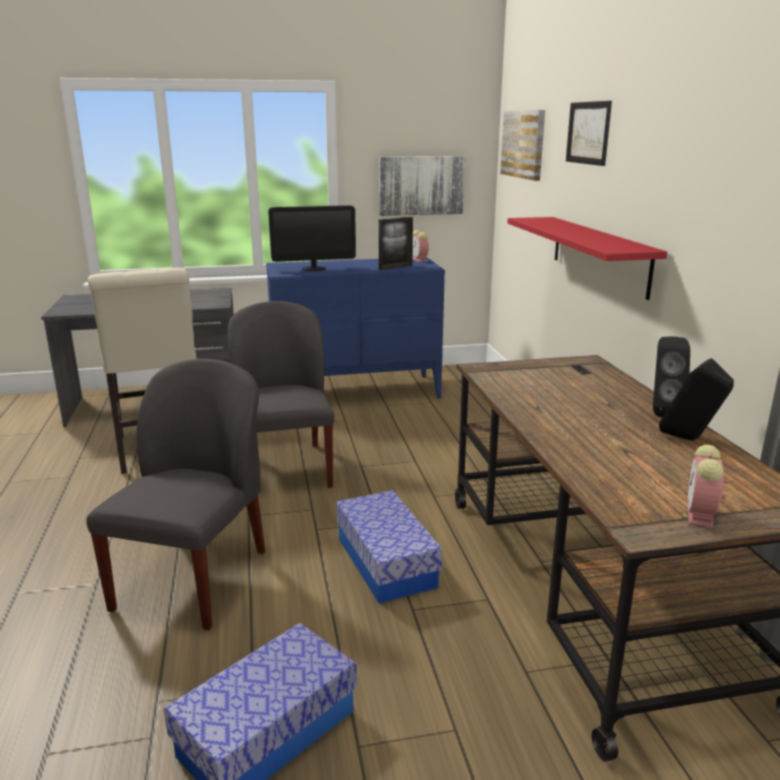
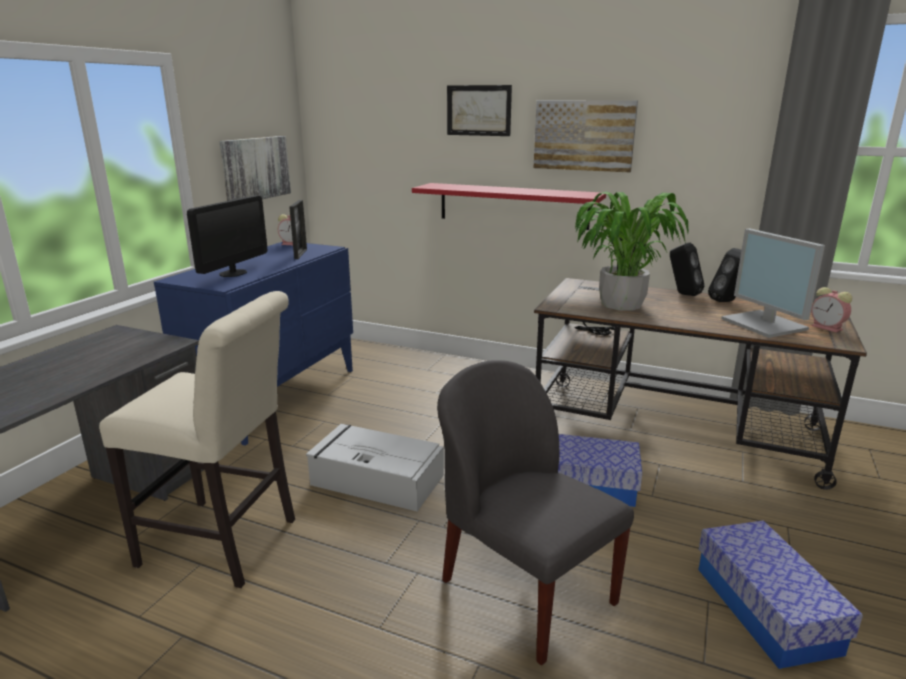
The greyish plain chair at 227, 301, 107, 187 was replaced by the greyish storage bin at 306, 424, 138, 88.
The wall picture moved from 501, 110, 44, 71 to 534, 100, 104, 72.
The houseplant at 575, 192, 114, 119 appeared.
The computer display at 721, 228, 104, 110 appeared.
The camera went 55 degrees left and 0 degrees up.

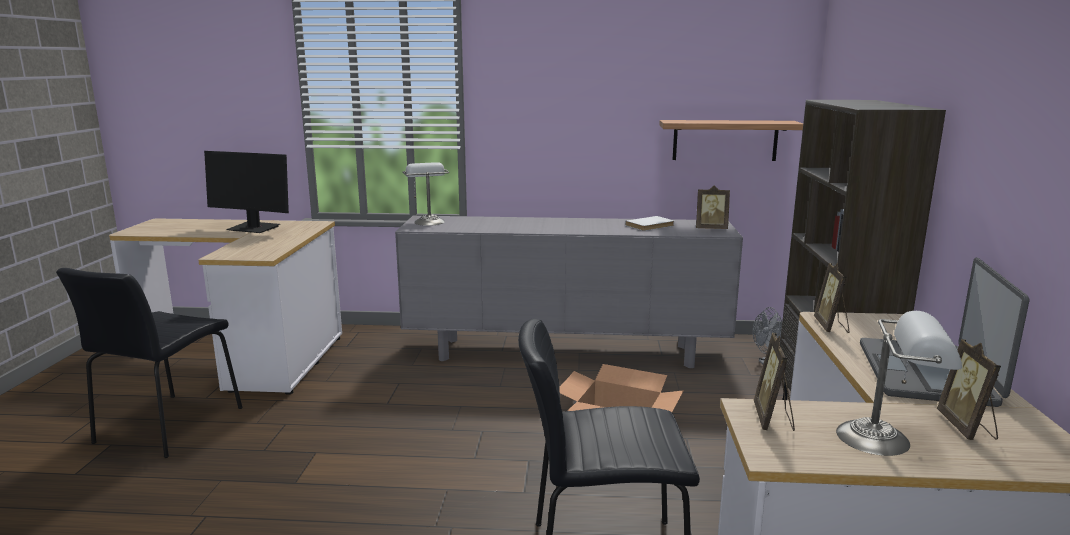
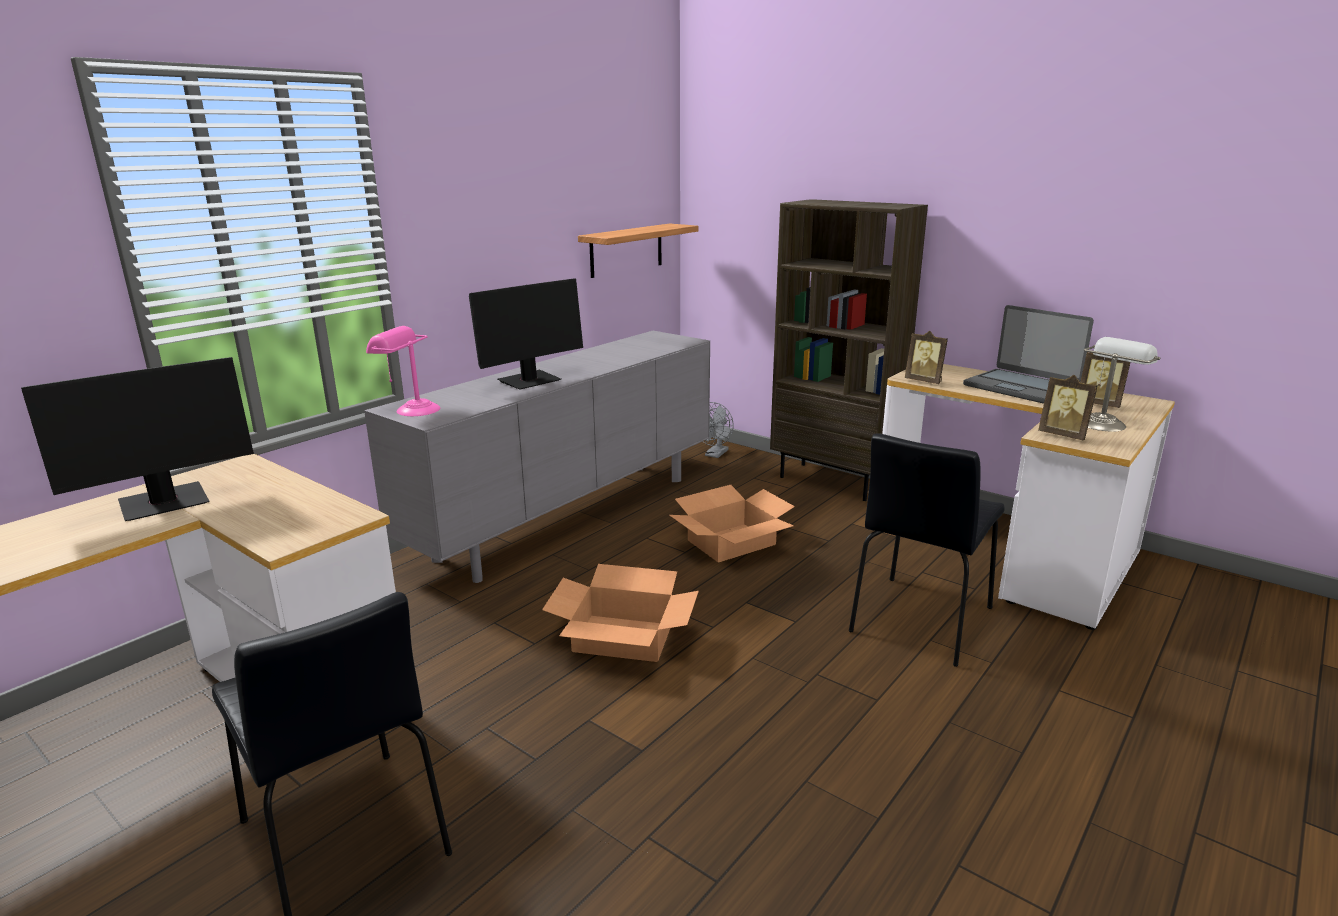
The white table lamp at 402, 162, 47, 64 became the pink table lamp at 366, 326, 74, 90.
The computer display at 469, 278, 114, 111 appeared.
The carton at 542, 564, 157, 98 appeared.
The white bound book at 625, 216, 49, 15 disappeared.
The standing frame at 696, 185, 34, 44 disappeared.
The camera went 55 degrees left and 5 degrees up.

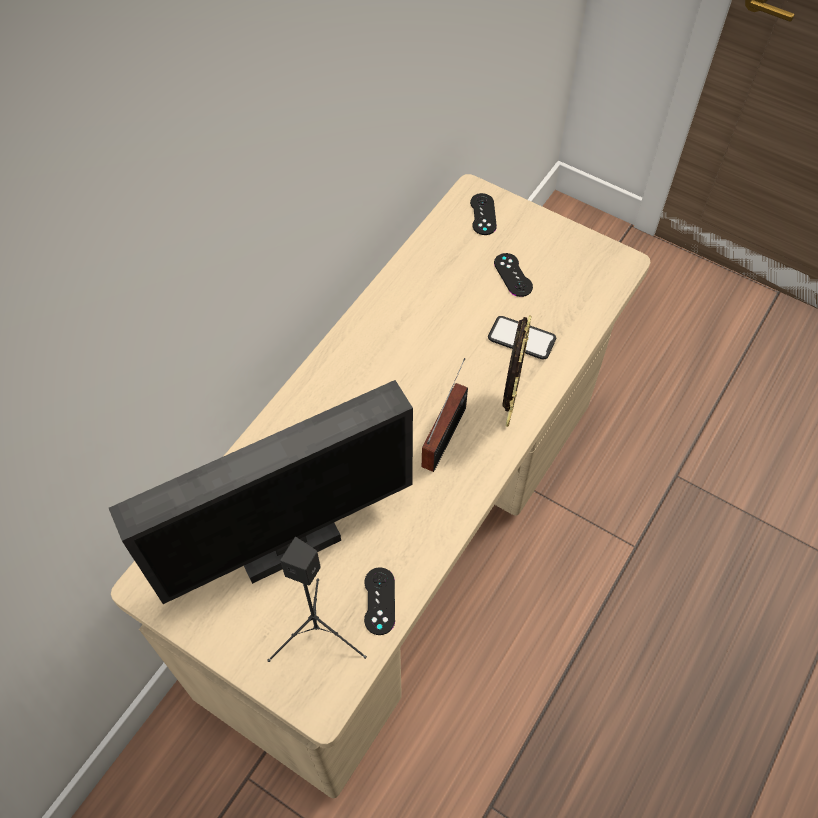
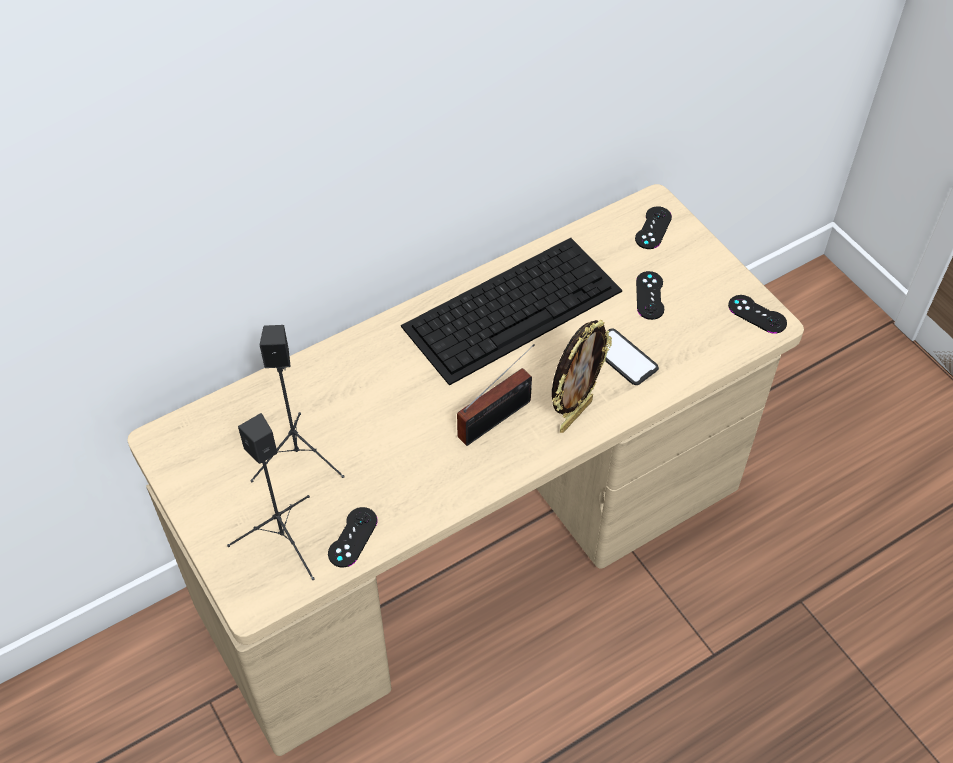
The computer display at 109, 380, 304, 224 was replaced by the blackish speaker at 250, 325, 95, 157.
The PC keyboard at 401, 238, 221, 148 appeared.
The blackish game controller at 728, 295, 59, 39 appeared.
The camera went 25 degrees right and 5 degrees down.

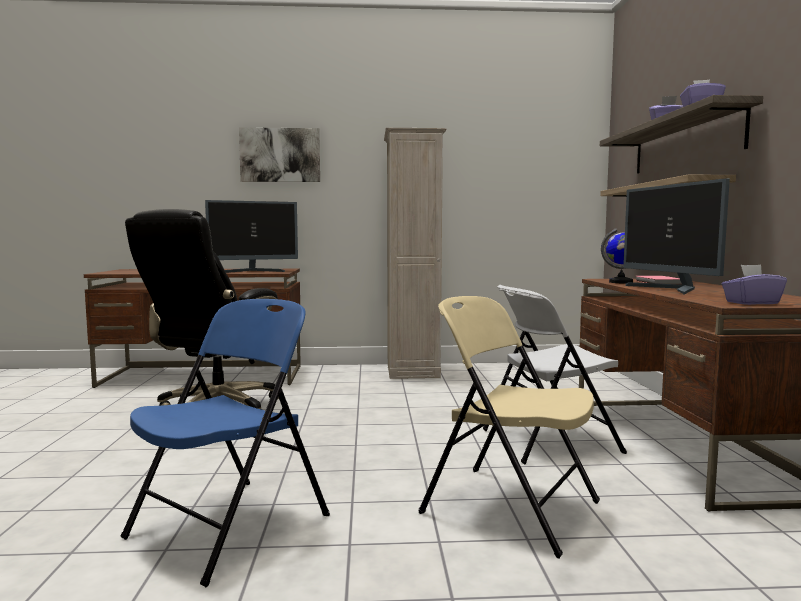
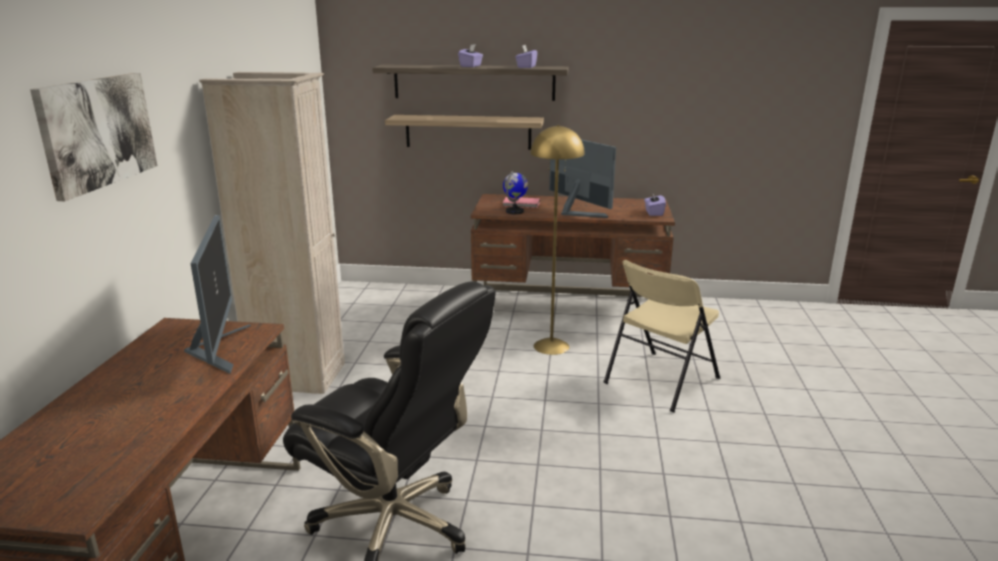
The white plain chair at 483, 285, 144, 180 was replaced by the yellow-coloured standard lamp at 530, 125, 55, 230.
The computer display at 623, 178, 107, 116 turned 120 degrees counterclockwise.
The blue-coloured plain chair at 121, 299, 209, 288 disappeared.
The camera went 80 degrees left and 15 degrees up.

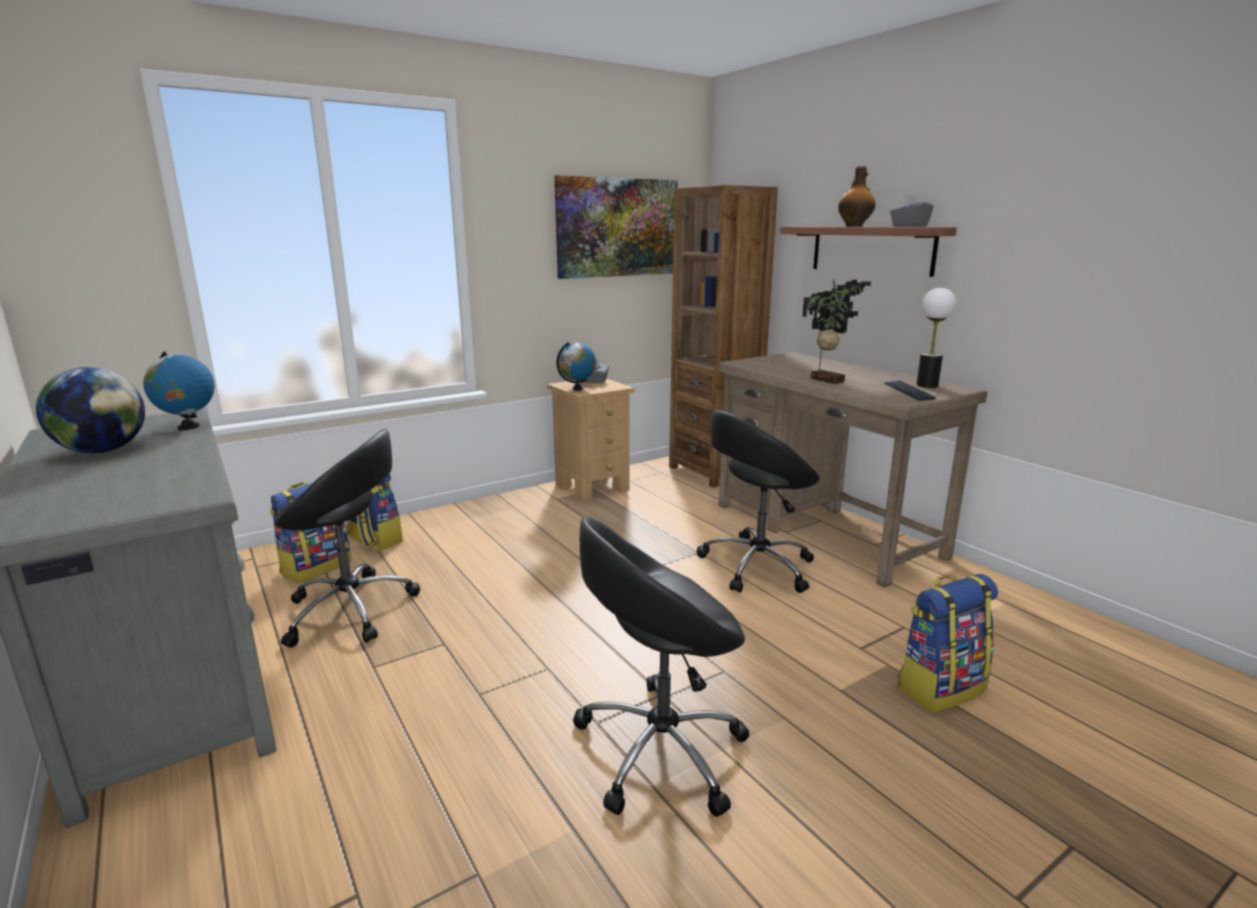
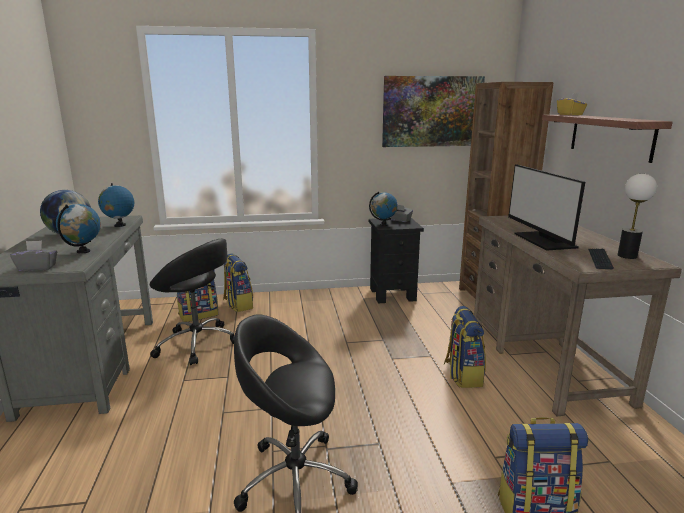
The greyish tissue box moved from 890, 195, 43, 32 to 10, 240, 47, 31.
The globe at 56, 204, 45, 50 appeared.
The beige night table at 547, 378, 88, 124 became the blackish night table at 369, 218, 55, 85.
The blackish computer chair at 696, 410, 124, 183 was replaced by the rucksack at 444, 306, 42, 82.
The houseplant at 802, 279, 69, 105 was replaced by the computer display at 508, 165, 77, 85.
The yellow-coloured tissue box at 557, 93, 30, 22 appeared.
The drink bottle at 838, 166, 37, 61 disappeared.
The camera went 25 degrees right and 0 degrees up.

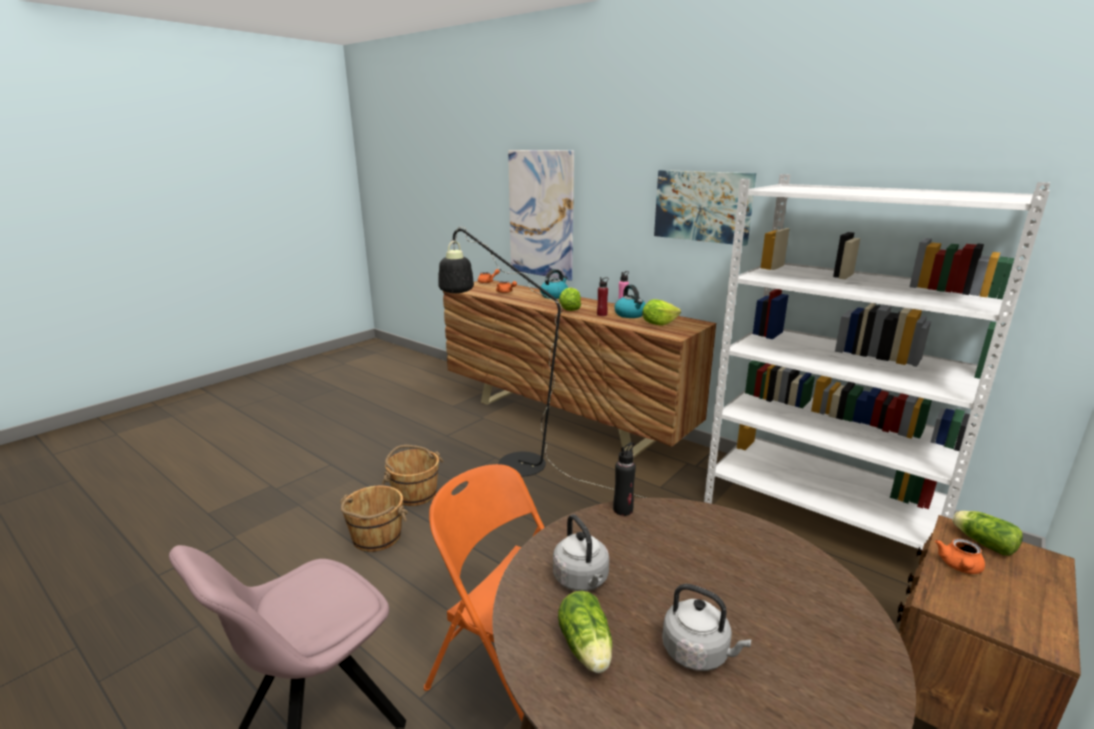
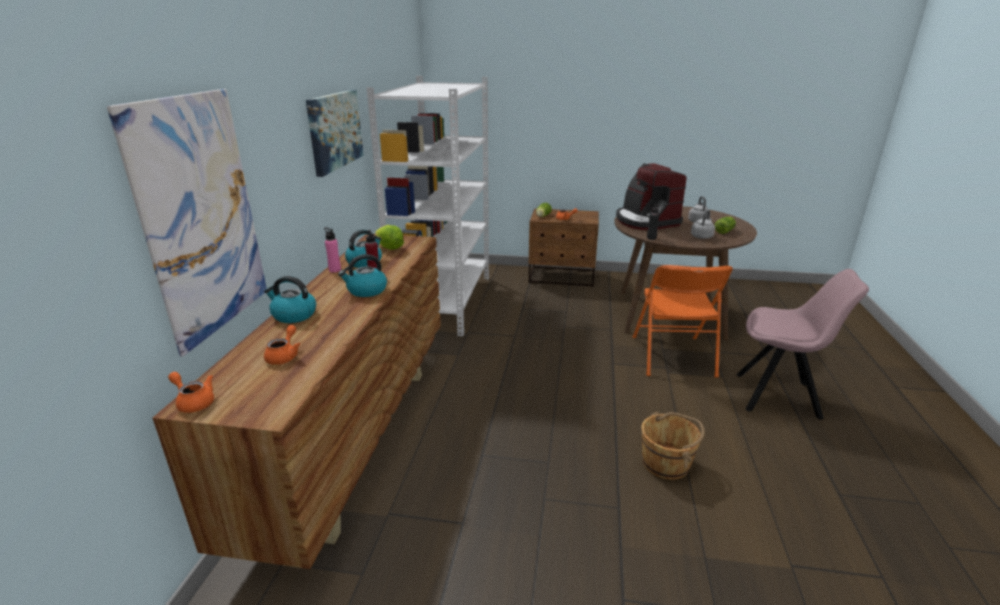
The head of lettuce at 559, 288, 22, 23 was replaced by the kettle at 338, 254, 49, 43.
The coffee maker at 616, 163, 71, 67 appeared.
The brown-coloured water bucket at 382, 445, 61, 61 disappeared.
The blackish standard lamp at 438, 227, 207, 271 disappeared.
The camera went 120 degrees left and 5 degrees up.

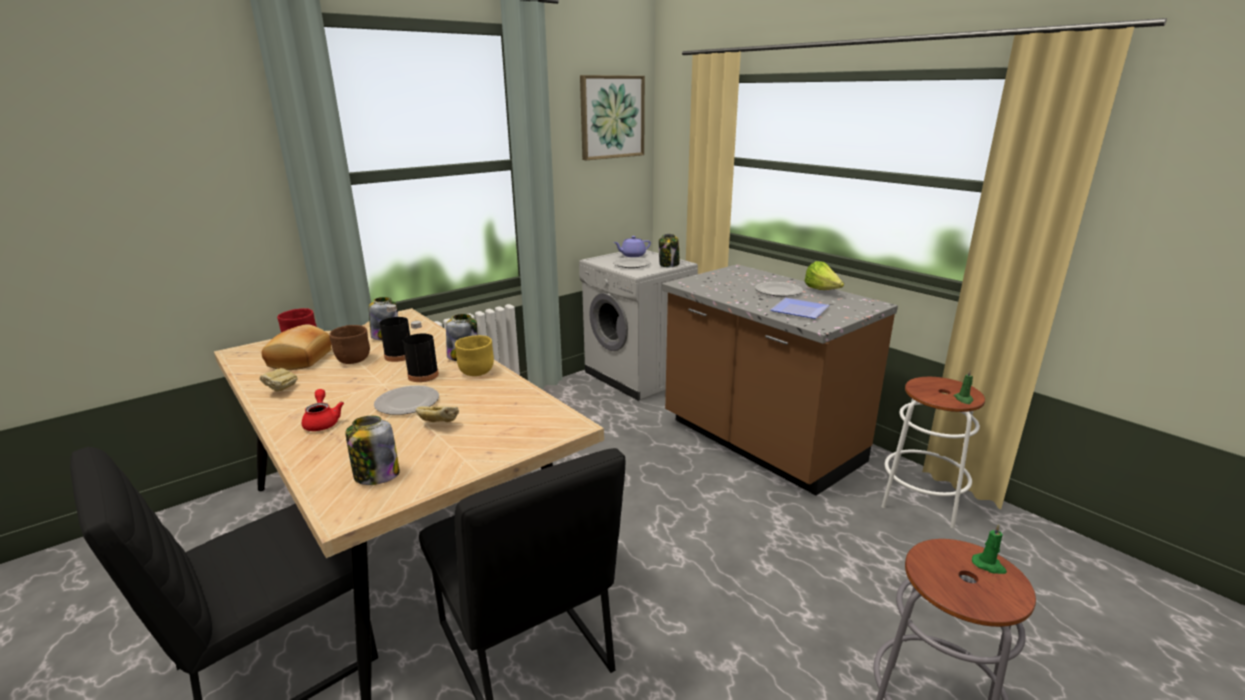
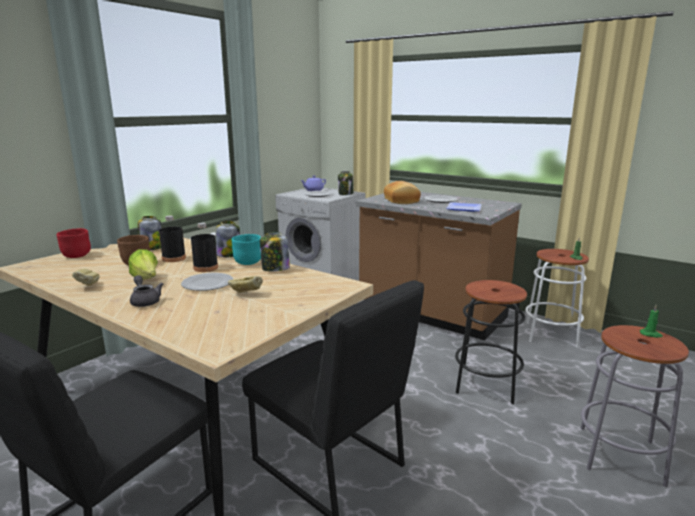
The head of lettuce moved from 804, 261, 40, 29 to 128, 249, 30, 31.
The reddish pot for tea at 302, 389, 42, 42 became the greyish pot for tea at 130, 275, 33, 32.
The yellow-coloured deep dish at 455, 335, 39, 41 became the turquoise-coloured deep dish at 232, 234, 29, 31.
The preserve jar moved from 346, 416, 54, 69 to 260, 232, 30, 40.
The bakery bread moved from 262, 324, 70, 46 to 384, 181, 37, 23.
The blackish stool seat at 455, 280, 72, 124 appeared.
The wall picture at 580, 75, 65, 85 disappeared.
The camera went 15 degrees left and 5 degrees down.

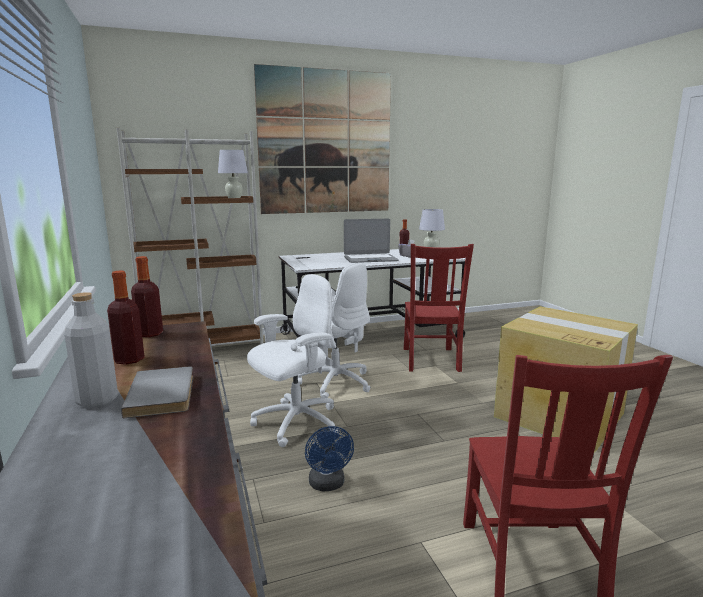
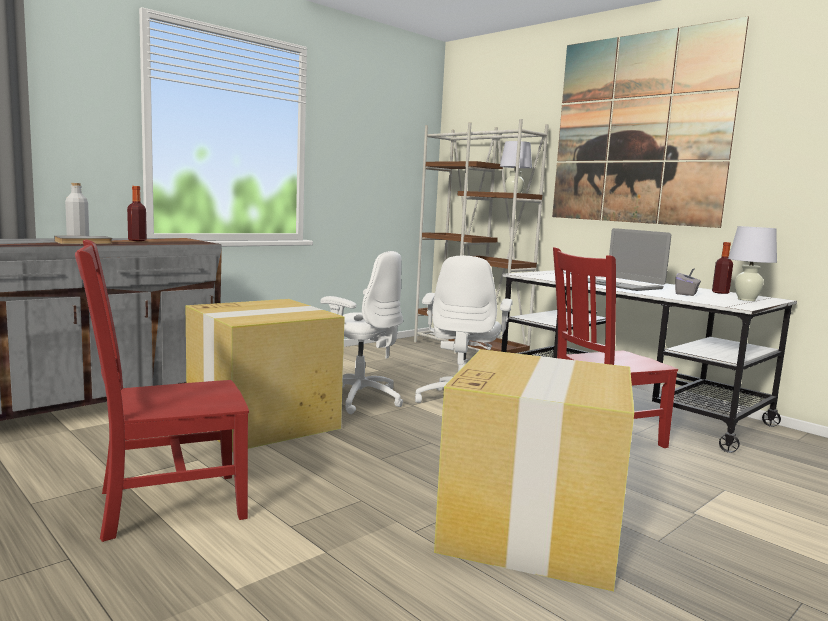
The blue-coloured cooling fan at 305, 426, 49, 66 was replaced by the carton at 186, 299, 159, 153.
The drink bottle at 131, 256, 32, 82 disappeared.
The camera went 65 degrees right and 5 degrees down.

